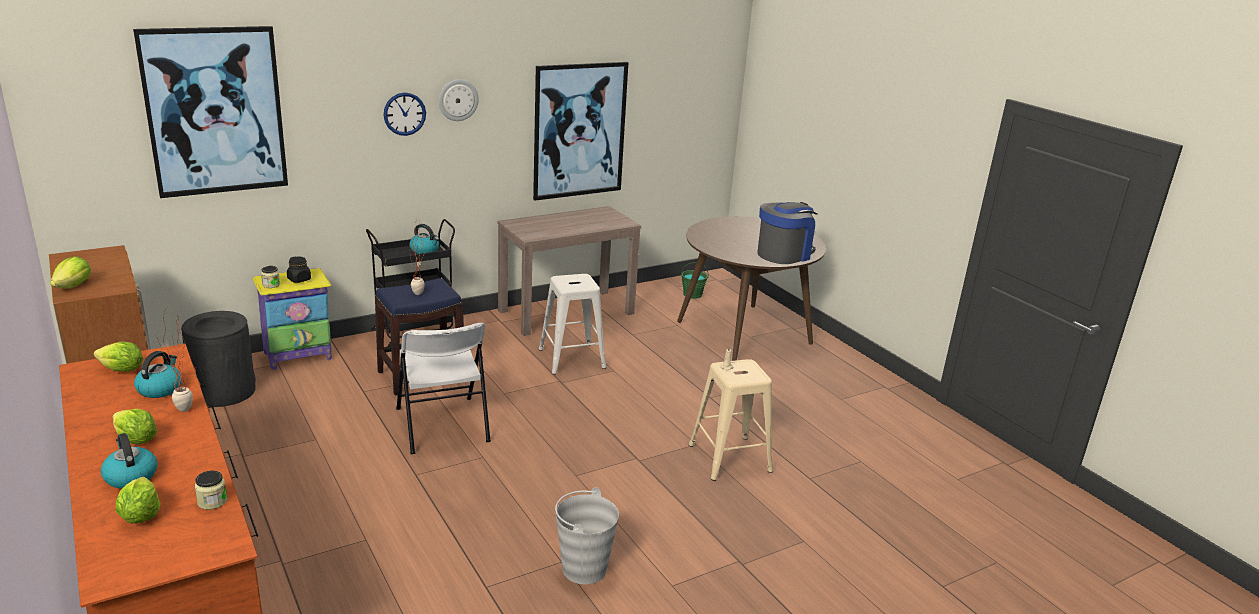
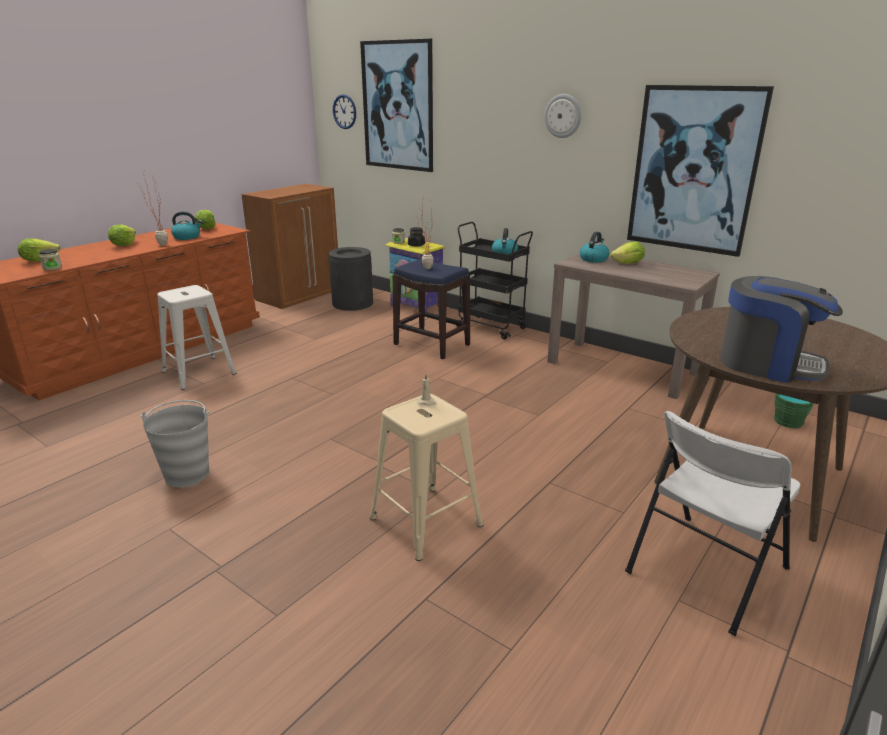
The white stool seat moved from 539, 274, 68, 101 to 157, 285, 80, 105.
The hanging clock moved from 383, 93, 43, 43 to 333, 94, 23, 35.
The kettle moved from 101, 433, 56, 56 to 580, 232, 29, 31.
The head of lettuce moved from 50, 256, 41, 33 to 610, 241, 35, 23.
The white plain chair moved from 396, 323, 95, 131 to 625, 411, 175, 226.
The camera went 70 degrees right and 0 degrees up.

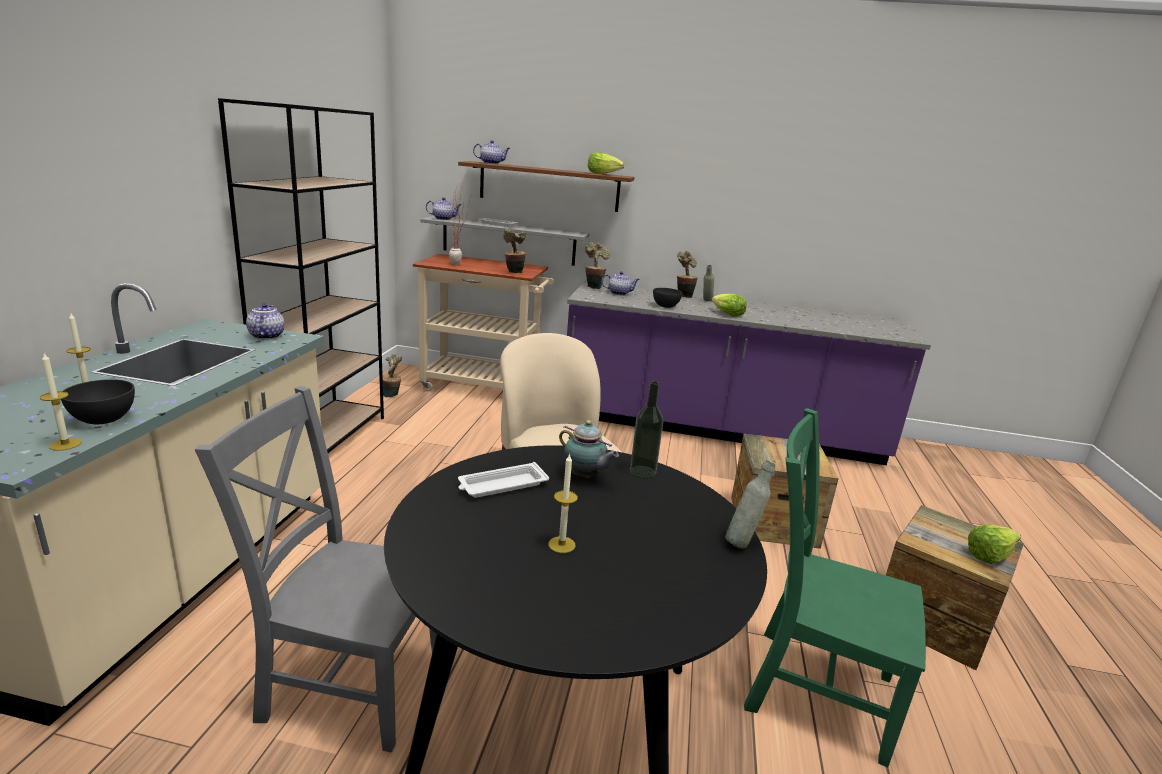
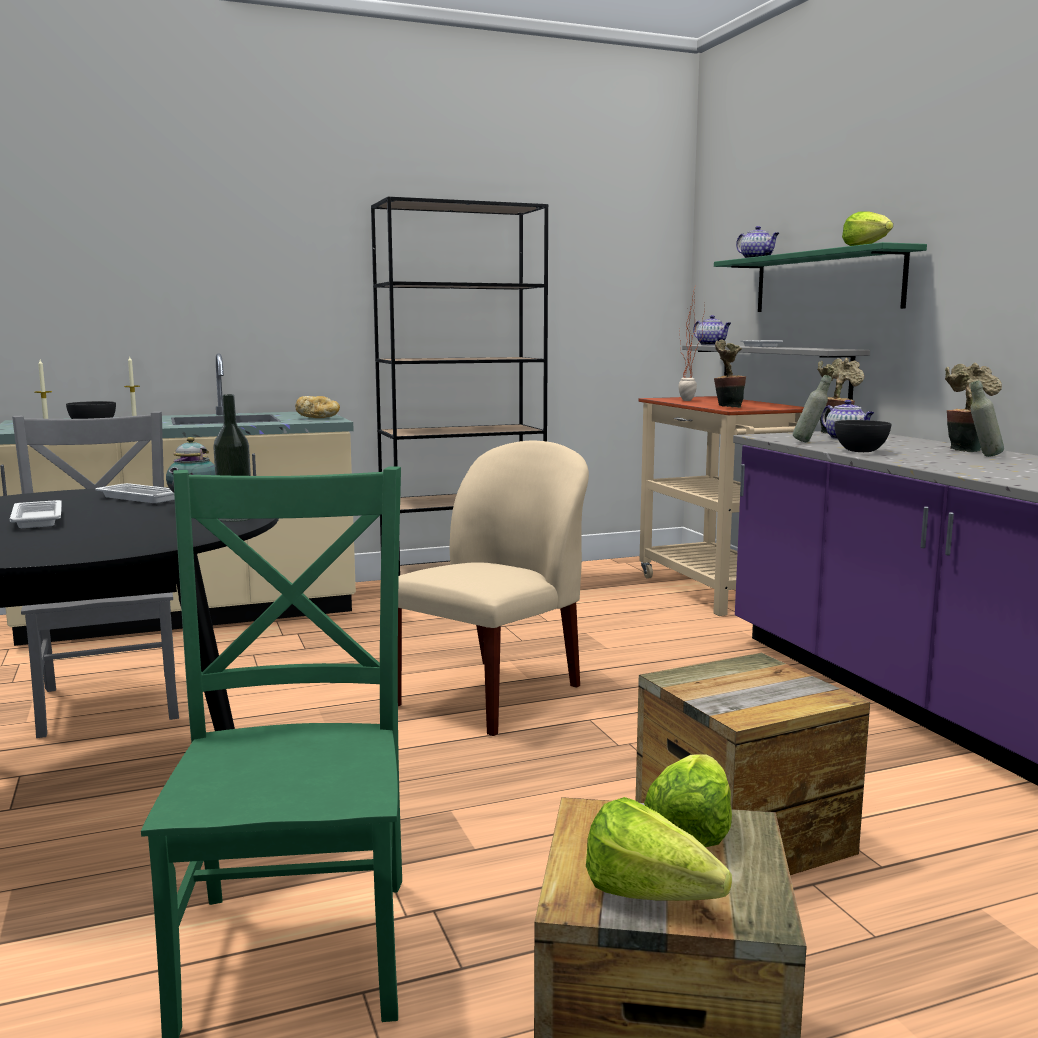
The wax light at 548, 453, 30, 100 was replaced by the white serving tray at 9, 500, 53, 28.
The pot for tea at 246, 303, 39, 36 was replaced by the bakery bread at 295, 396, 45, 22.
The head of lettuce moved from 712, 294, 35, 23 to 644, 754, 88, 93.
The brown-coloured bracket shelf at 458, 161, 177, 51 became the green bracket shelf at 714, 242, 213, 70.
The greyish drink bottle moved from 725, 460, 50, 89 to 793, 375, 39, 67.
The houseplant at 383, 354, 19, 43 disappeared.
The camera went 60 degrees right and 10 degrees down.

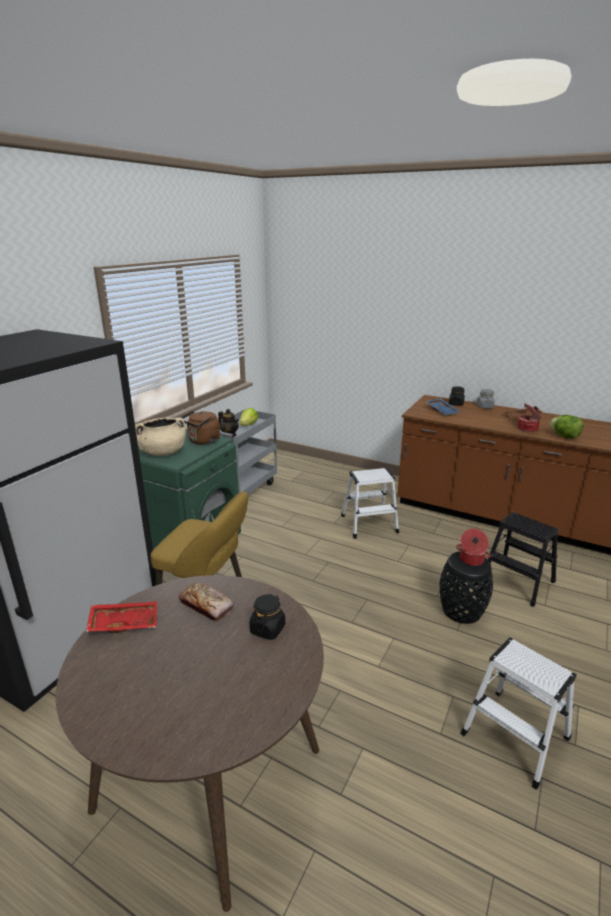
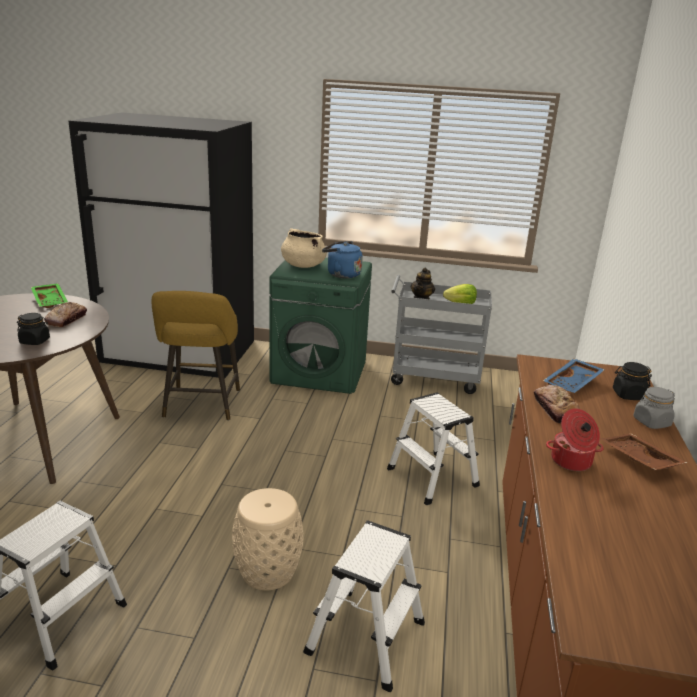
The reddish serving tray at 86, 601, 71, 32 became the green serving tray at 31, 283, 37, 25.
The blackish stool seat at 440, 551, 53, 73 became the beige stool seat at 232, 488, 72, 102.
The blackish step stool at 488, 512, 71, 95 became the white step stool at 303, 520, 122, 172.
The brown-coloured kettle at 180, 410, 40, 35 became the blue-coloured kettle at 322, 241, 41, 38.
The bakery bread at 534, 385, 46, 39 appeared.
The stockpot at 456, 529, 35, 37 disappeared.
The head of lettuce at 549, 415, 34, 23 disappeared.
The camera went 70 degrees right and 0 degrees up.

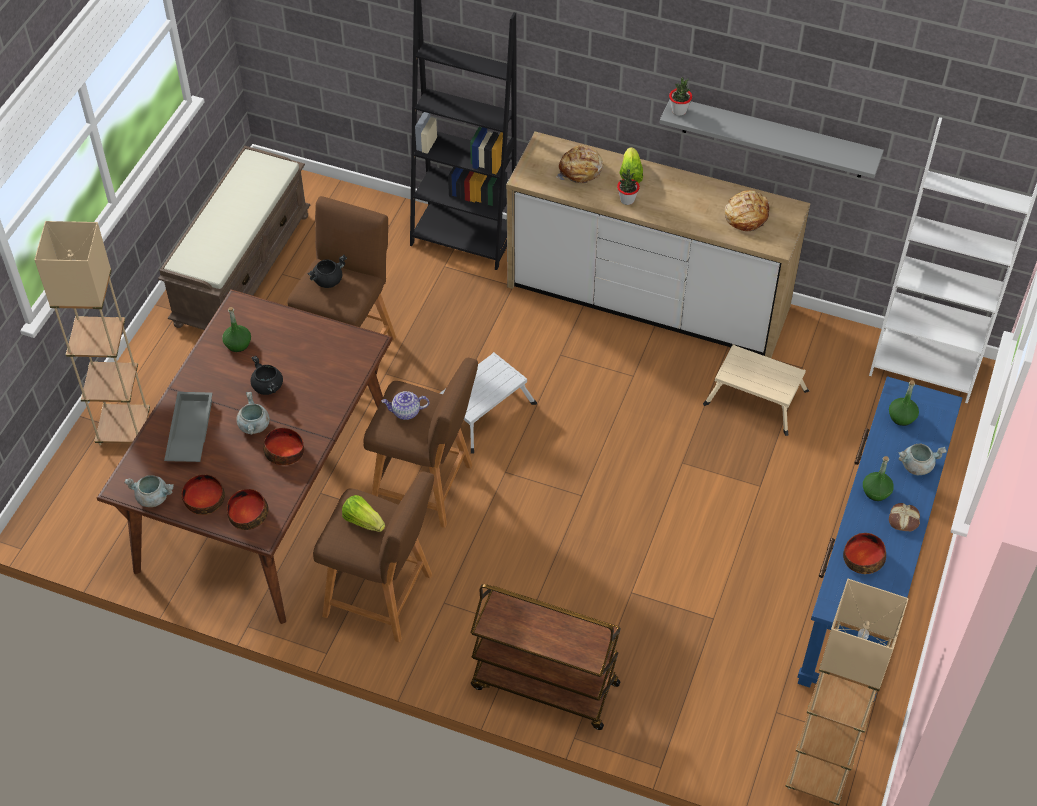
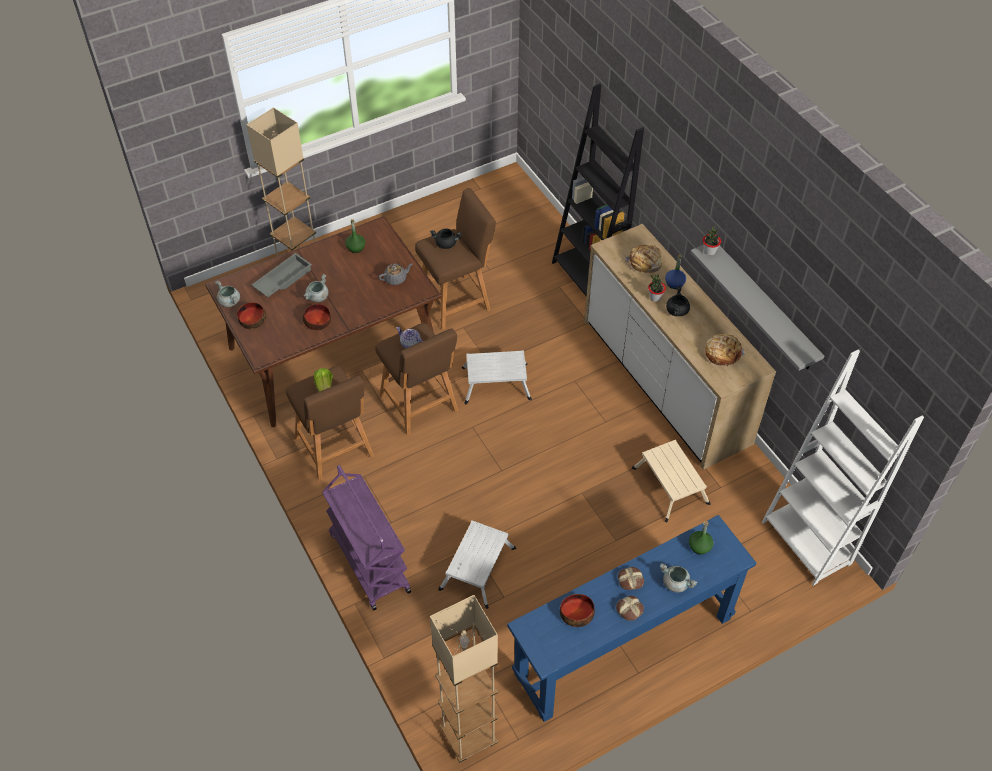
The brown-coloured wheeled cart at 470, 584, 151, 146 became the purple-coloured wheeled cart at 322, 465, 89, 146.
The greyish pot for tea at 379, 264, 33, 21 appeared.
The white step stool at 438, 520, 78, 89 appeared.
The green drink bottle at 863, 456, 31, 45 was replaced by the bakery bread at 618, 567, 26, 23.
The head of lettuce at 619, 147, 24, 36 was replaced by the blue-coloured drink bottle at 665, 255, 21, 34.
The blackish stockpot moved from 250, 356, 33, 39 to 666, 286, 24, 30.
The brown-coloured indoor bench at 158, 146, 153, 184 disappeared.
The deep dish at 227, 489, 41, 41 disappeared.
The camera went 40 degrees right and 0 degrees up.

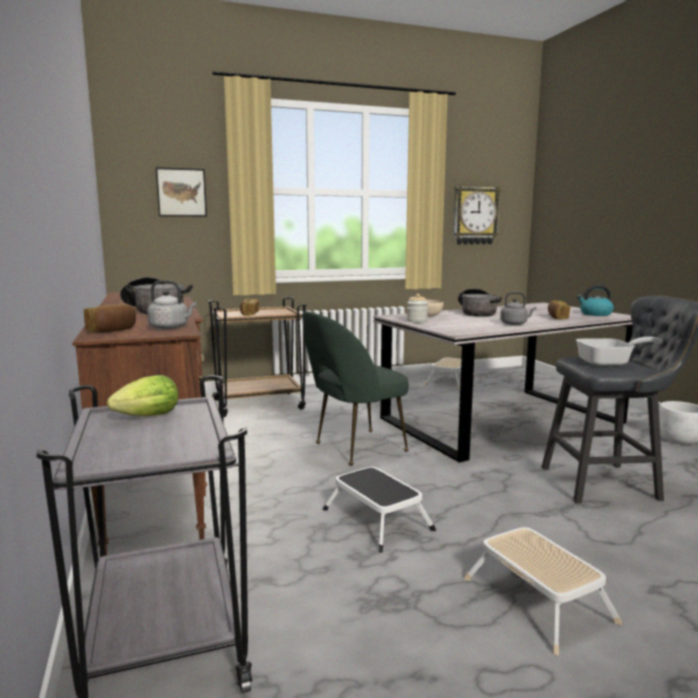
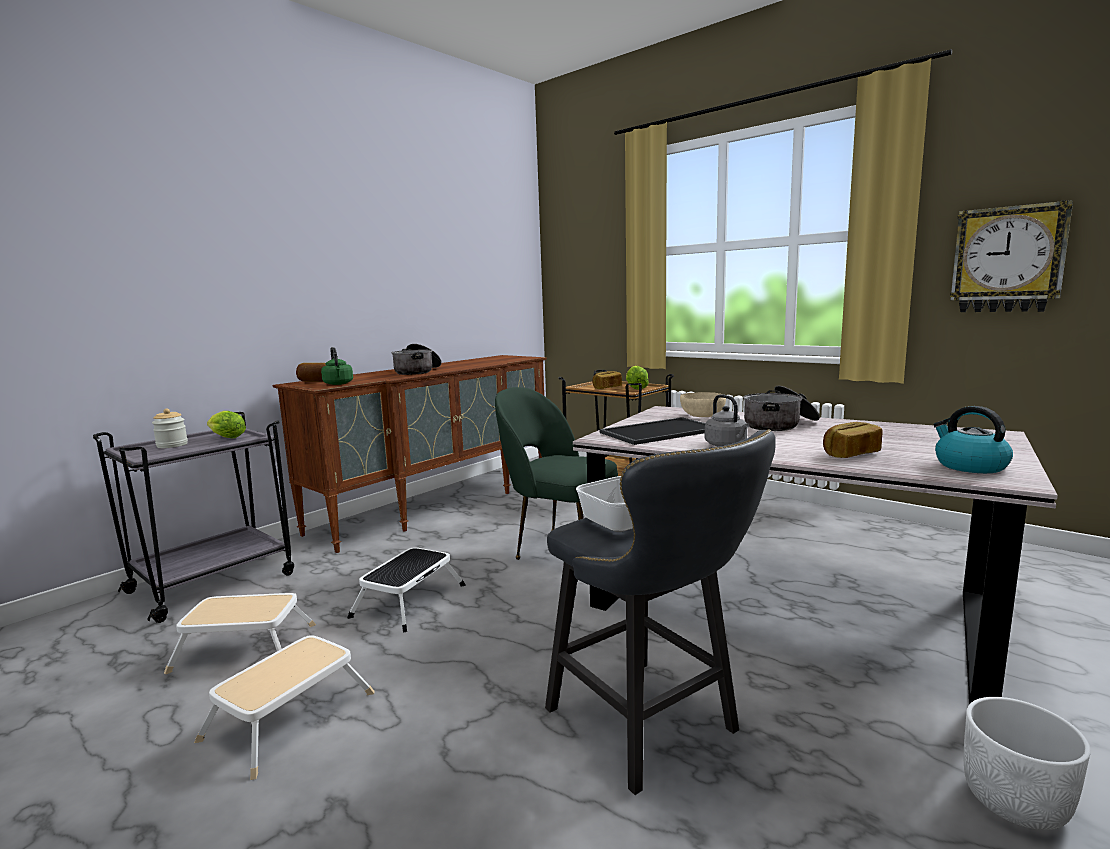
The preserve jar moved from 407, 294, 21, 29 to 152, 409, 36, 39.
The beige step stool moved from 425, 357, 50, 33 to 164, 593, 152, 82.
The greyish kettle at 147, 280, 49, 49 became the green kettle at 321, 347, 32, 38.
The serving tray at 600, 417, 106, 28 appeared.
The head of lettuce at 626, 366, 23, 24 appeared.
The wall picture at 156, 167, 51, 50 disappeared.
The camera went 60 degrees right and 0 degrees up.

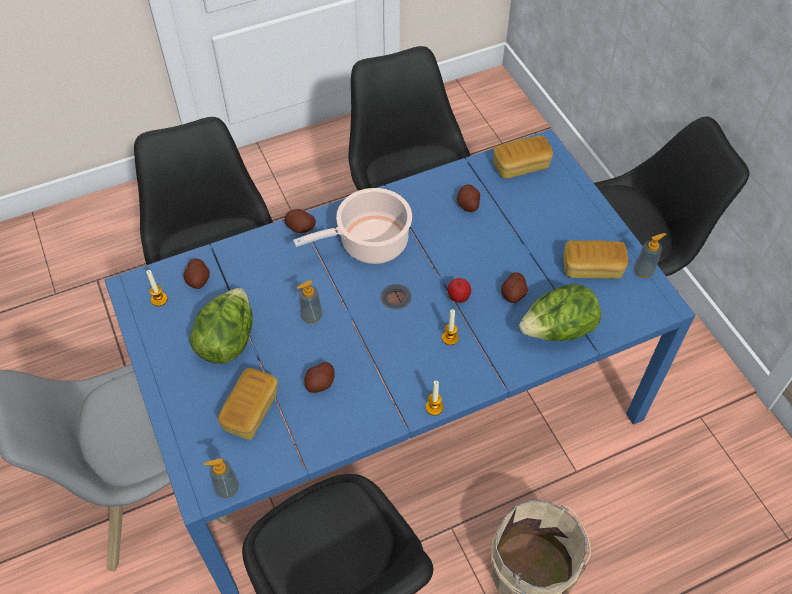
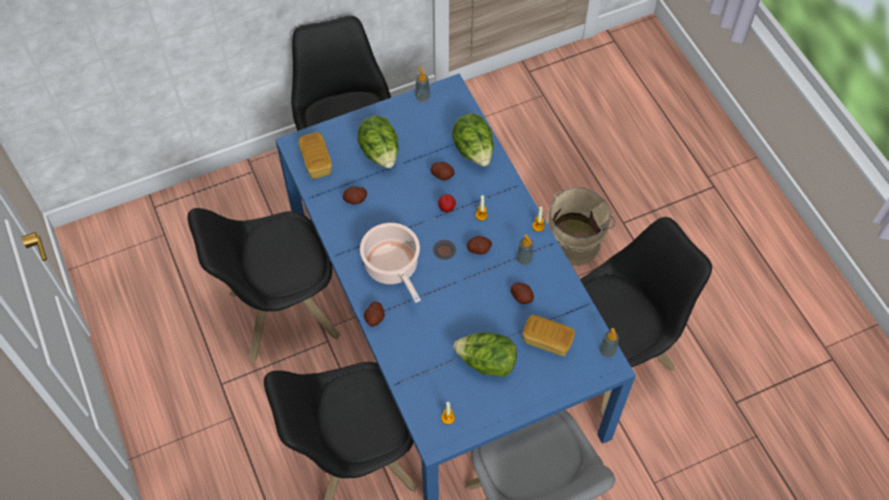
The head of lettuce at 358, 116, 40, 53 appeared.
The whole potato moved from 183, 258, 27, 31 to 467, 236, 25, 19.
The soap dispenser moved from 297, 280, 25, 44 to 517, 234, 16, 31.
The bakery bread at 563, 241, 65, 38 disappeared.
The camera went 90 degrees left and 5 degrees up.

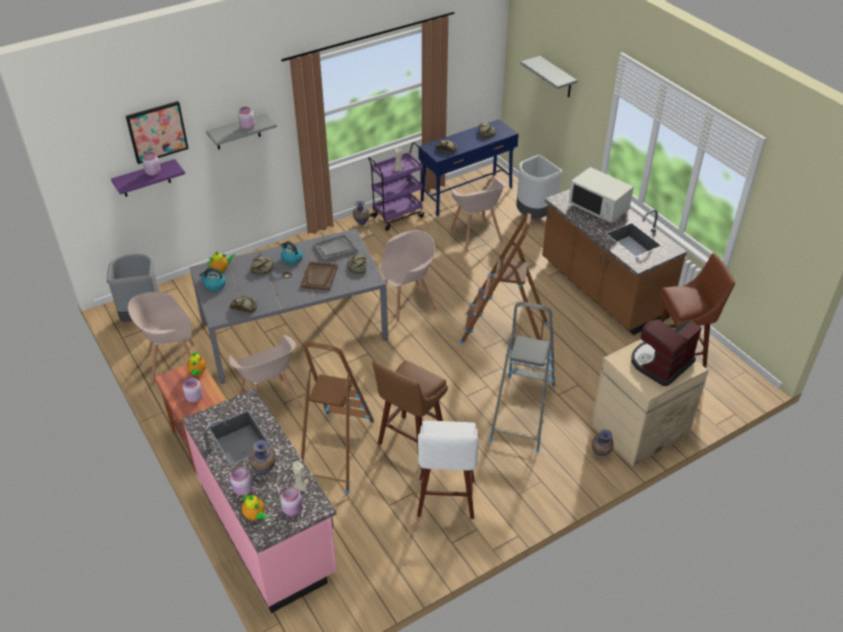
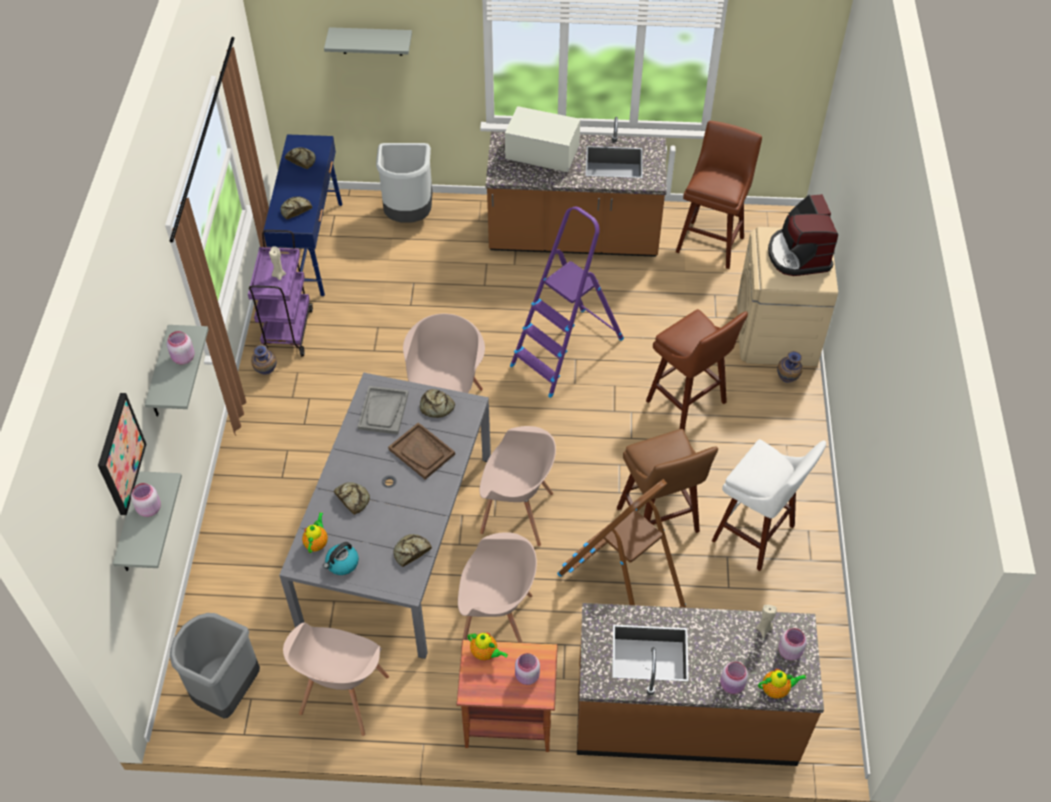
The purple-coloured bracket shelf at 111, 159, 74, 38 became the greyish bracket shelf at 113, 471, 69, 100.
The beige plain chair moved from 450, 178, 56, 74 to 479, 426, 77, 120.
The white kitchen microwave at 568, 167, 66, 57 turned 150 degrees counterclockwise.
The brown-coloured step stool at 460, 213, 89, 130 became the purple-coloured step stool at 510, 207, 114, 191.
The pink counter at 182, 388, 155, 225 became the brown-coloured counter at 577, 603, 247, 163.
The greyish step stool at 489, 302, 66, 150 was replaced by the brown-coloured stool seat at 646, 309, 102, 122.
The flower vase at 249, 440, 26, 34 disappeared.
The kettle at 281, 241, 22, 23 disappeared.
The camera went 55 degrees left and 10 degrees up.

